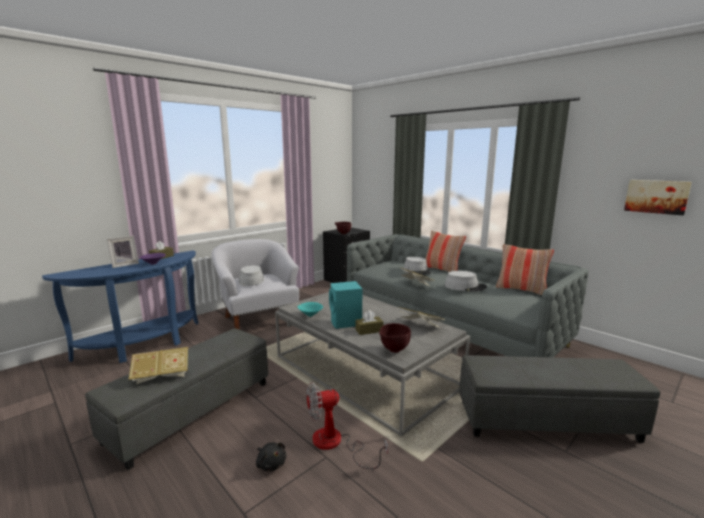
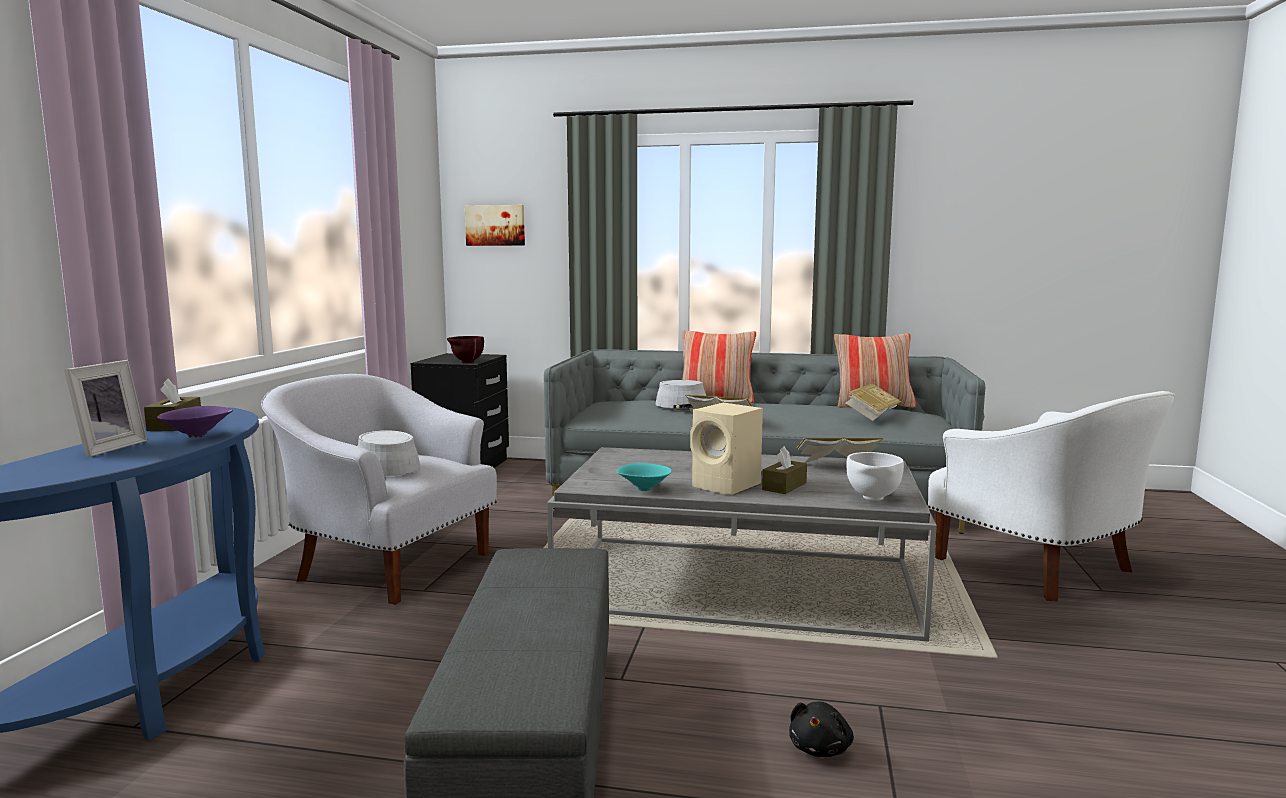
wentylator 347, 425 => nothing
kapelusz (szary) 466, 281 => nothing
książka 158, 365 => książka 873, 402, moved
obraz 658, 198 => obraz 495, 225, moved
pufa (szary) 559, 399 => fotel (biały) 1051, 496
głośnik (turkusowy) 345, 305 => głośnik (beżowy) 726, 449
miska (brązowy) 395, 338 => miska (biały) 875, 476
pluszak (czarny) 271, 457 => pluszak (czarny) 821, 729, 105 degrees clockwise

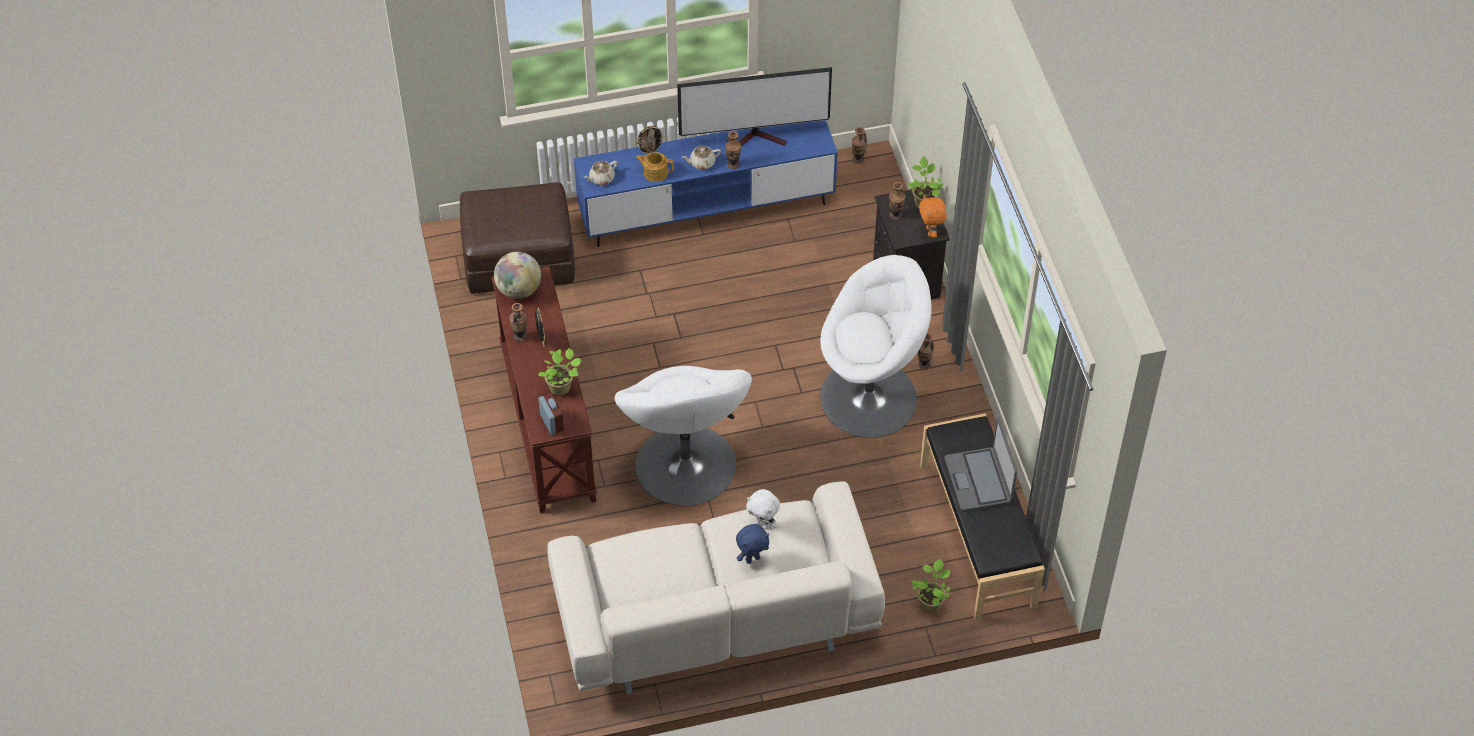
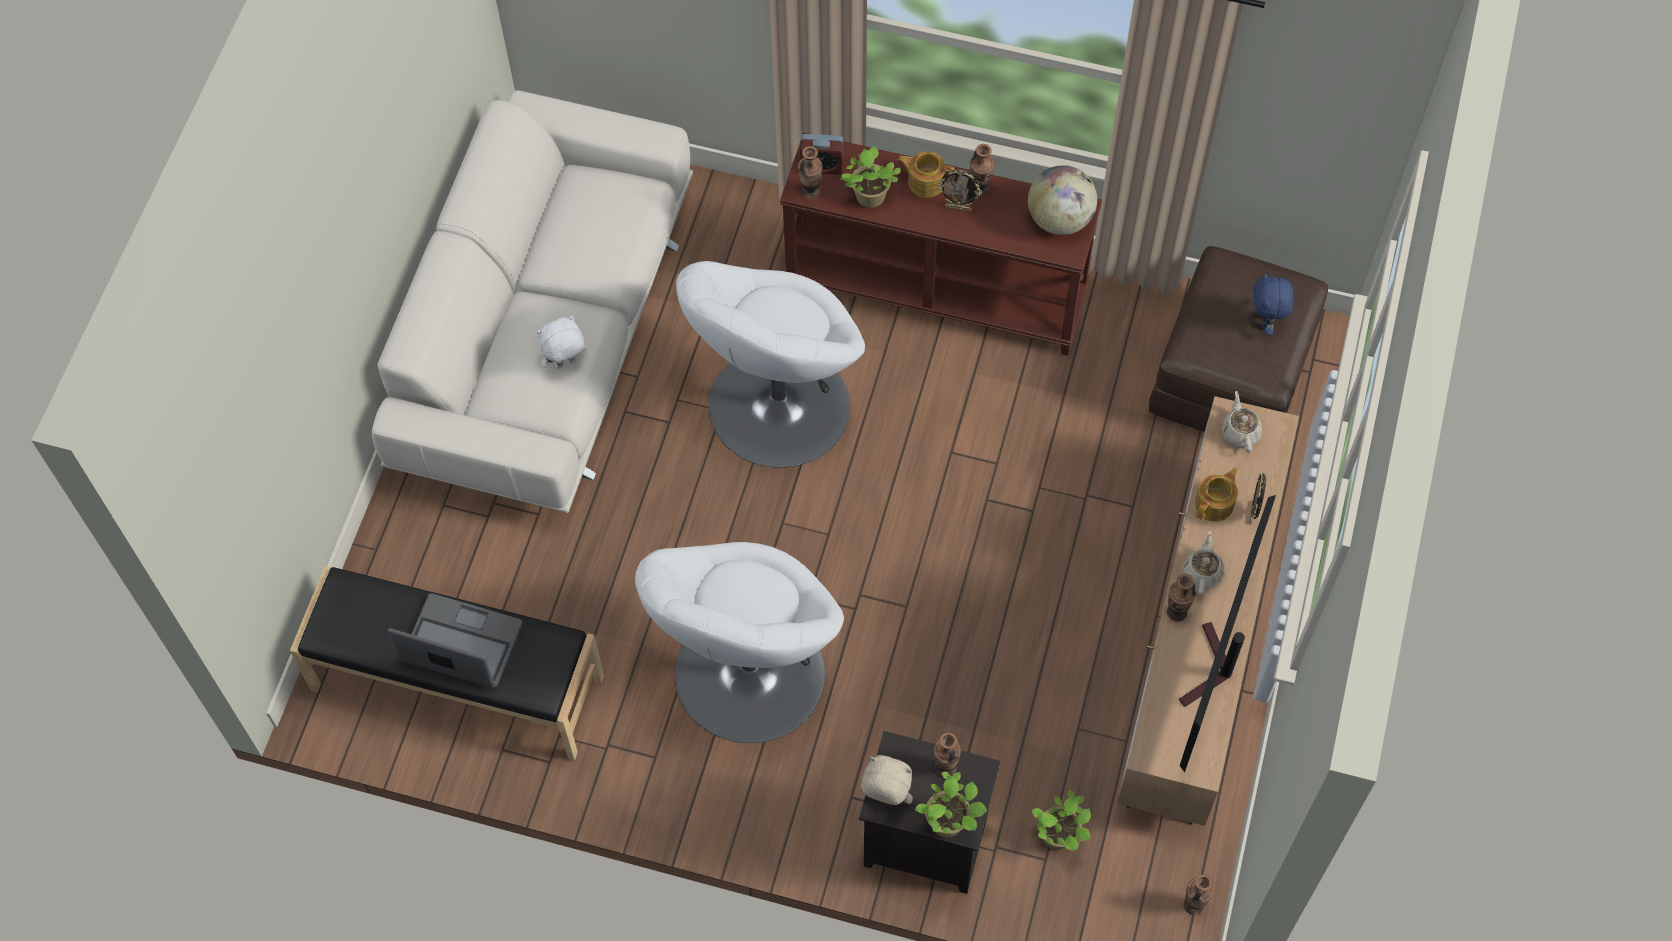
nothing => imbryk 926, 174
pluszak (niebieski) 752, 544 => pluszak (niebieski) 1273, 303, moved
roślina doniczkowa 930, 586 => roślina doniczkowa 1061, 820, moved
wazon 926, 351 => wazon 810, 172, moved
szafka pod telewizor (niebieski) 706, 183 => szafka pod telewizor (brązowy) 1208, 611
pluszak (pomarańczowy) 933, 216 => pluszak (beżowy) 887, 780
fotel (biały) 683, 436 => fotel (biały) 770, 364, 75 degrees counterclockwise

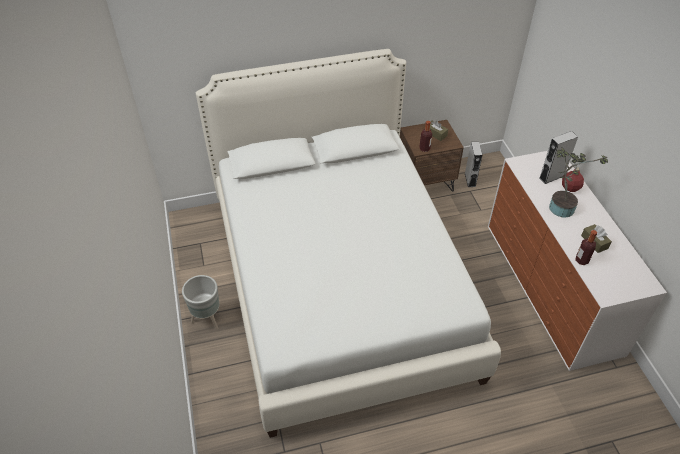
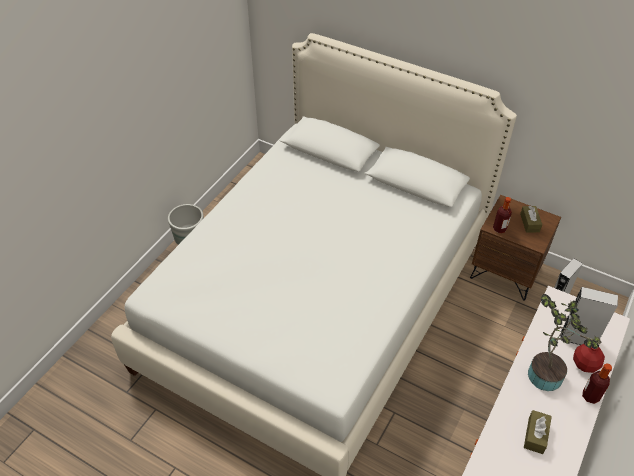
butelka 586, 247 => butelka 597, 383, moved

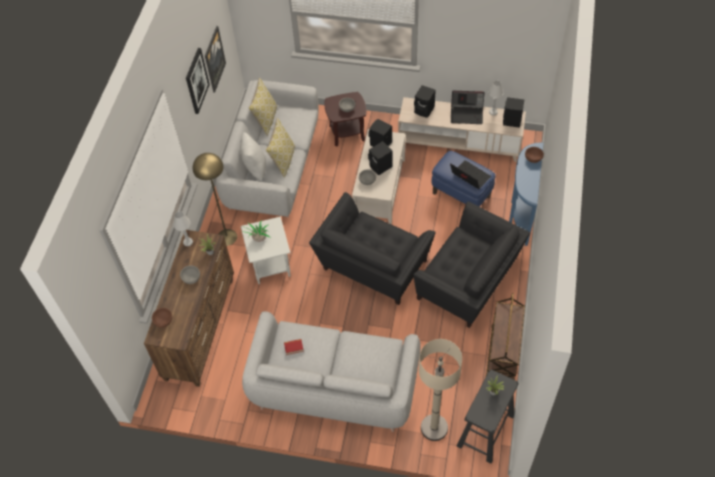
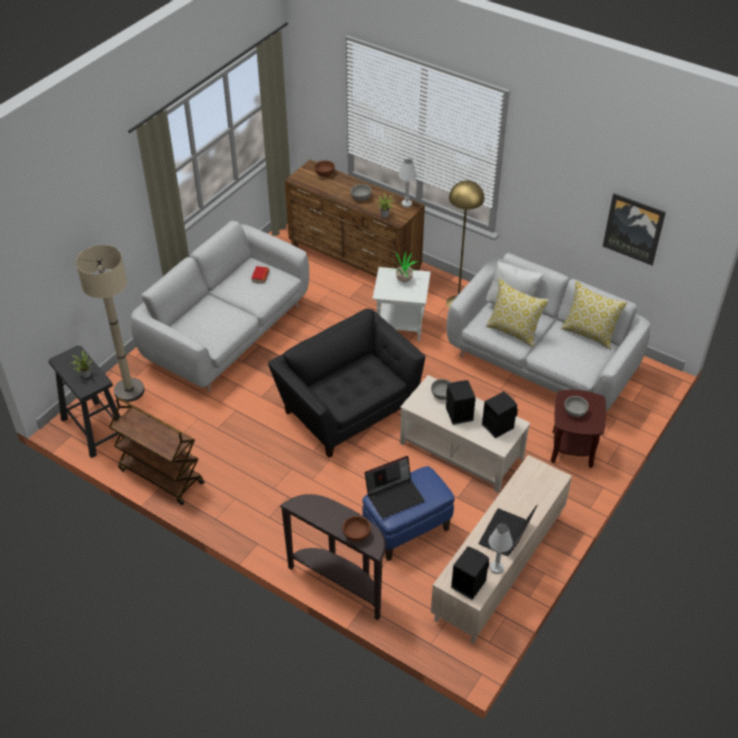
obraz 198, 81 => nothing
fotel (czarny) 471, 264 => nothing
głośnik (czarny) 425, 101 => nothing
stolik konsolowy (niebieski) 526, 194 => stolik konsolowy (brązowy) 333, 557

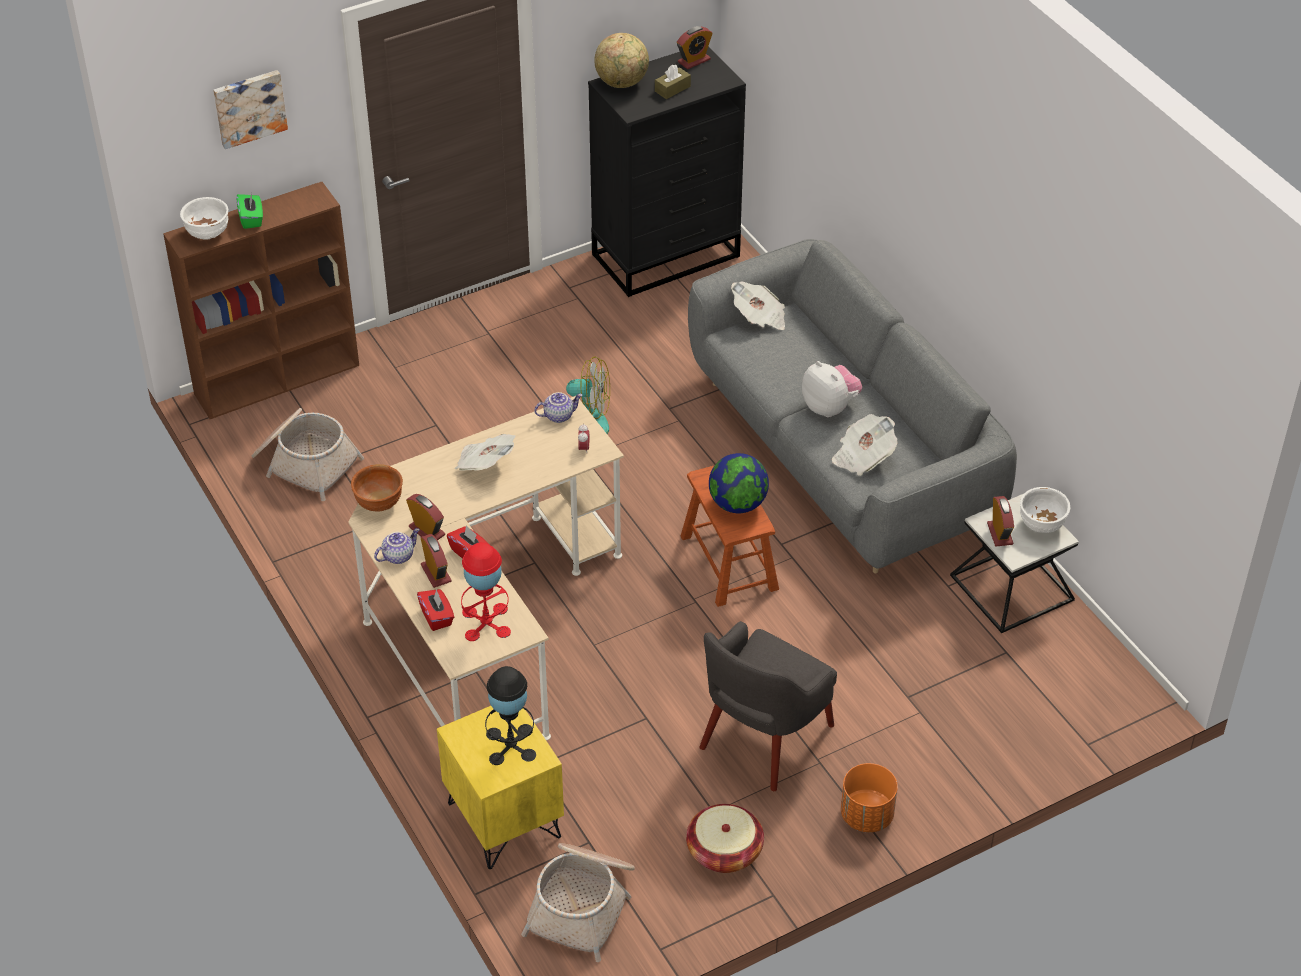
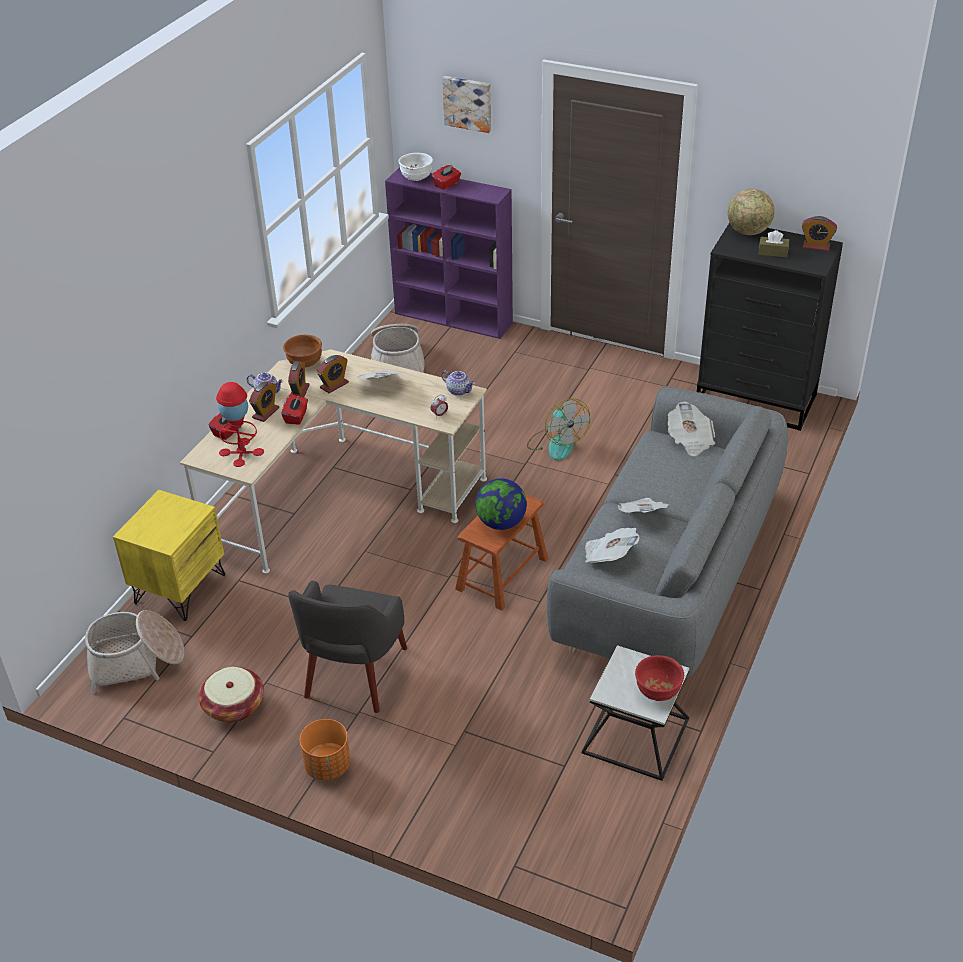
lampa stołowa (czarny) 510, 715 => nothing
budzik 1000, 521 => budzik 332, 374, moved
pluszak 832, 389 => gazeta 643, 505
regał (brązowy) 261, 300 => regał (fioletowy) 449, 253
pudełko chusteczek (zielony) 250, 211 => pudełko chusteczek (czerwony) 446, 177
miska (biały) 1045, 510 => miska (czerwony) 659, 678
fotel (szary) 768, 706 => fotel (szary) 347, 647, 75 degrees counterclockwise

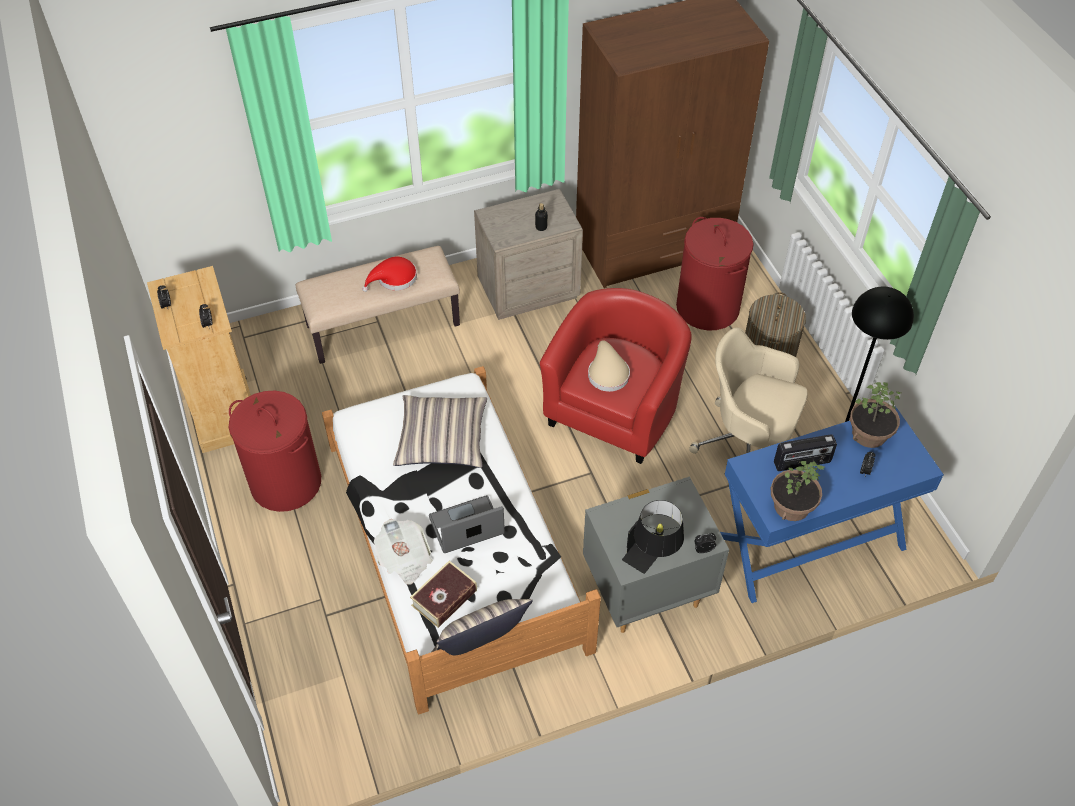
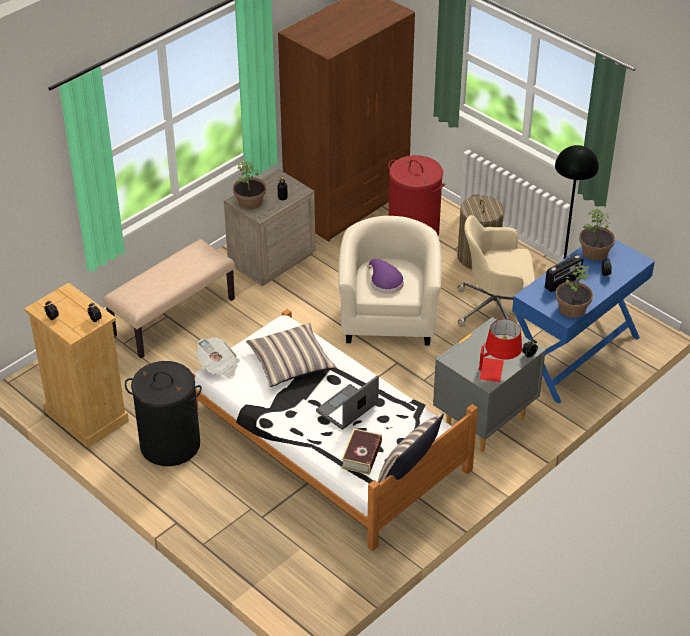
kapelusz (czerwony) 389, 274 => nothing
nothing => roślina doniczkowa 249, 186
gazeta 403, 552 => gazeta 218, 358, moved
kosz na pranie (czerwony) 275, 451 => kosz na pranie (czarny) 163, 413
fotel (czerwony) 616, 376 => fotel (beżowy) 390, 281
kapelusz (beżowy) 609, 366 => kapelusz (fioletowy) 385, 276
lampa stołowa (czarny) 653, 537 => lampa stołowa (czerwony) 500, 350

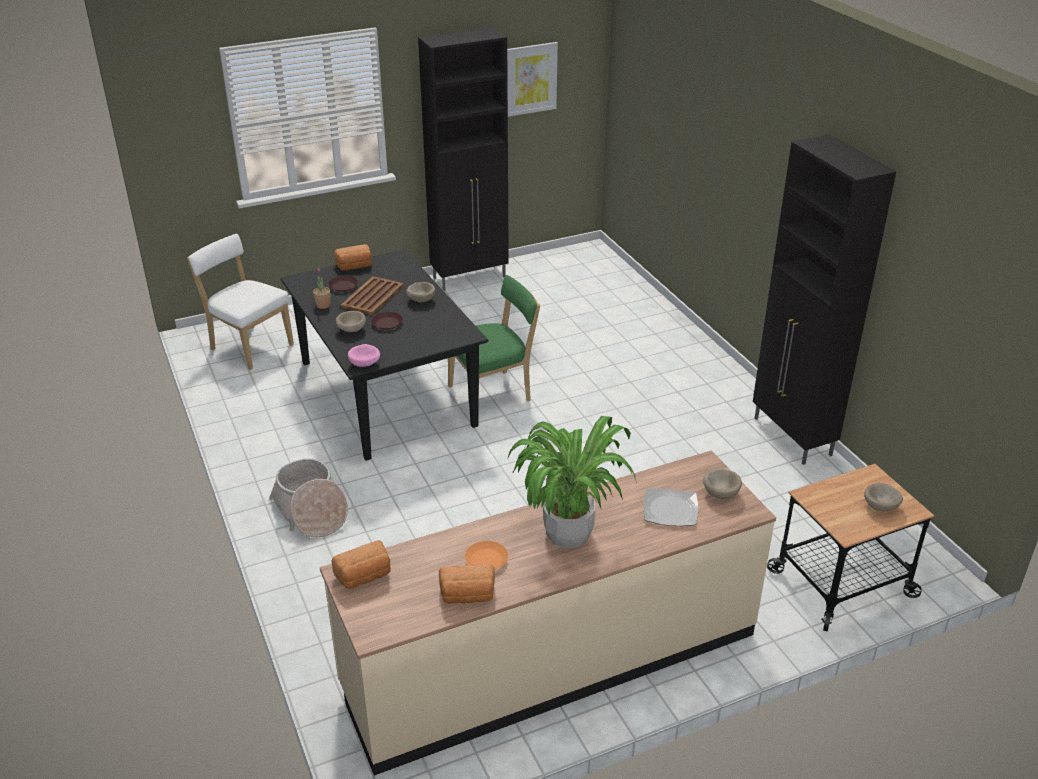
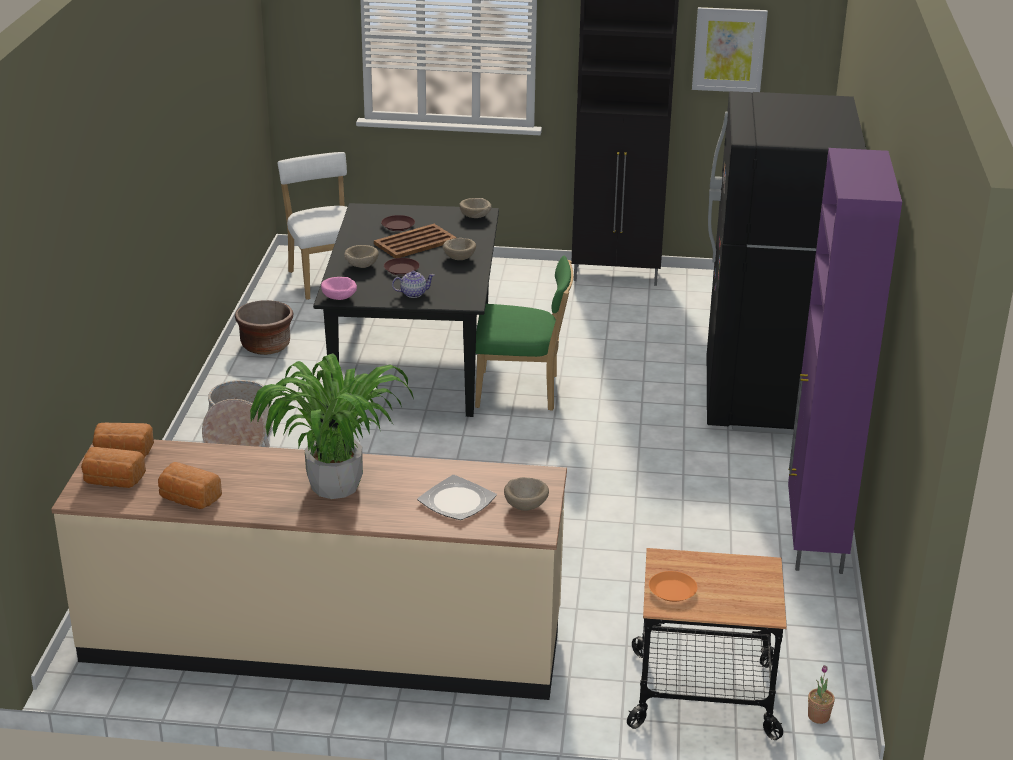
nothing => donica (brązowy) 264, 327
nothing => imbryk 413, 284
nothing => lodówka (czarny) 786, 262
roślina doniczkowa 321, 288 => roślina doniczkowa 821, 694, moved
chleb 353, 257 => chleb 113, 467, moved
talerz (pomarańczowy) 486, 555 => talerz (pomarańczowy) 673, 586, moved
miska (beżowy) 883, 497 => miska (beżowy) 475, 208, moved
szafka (czarny) 824, 299 => szafka (fioletowy) 845, 361

